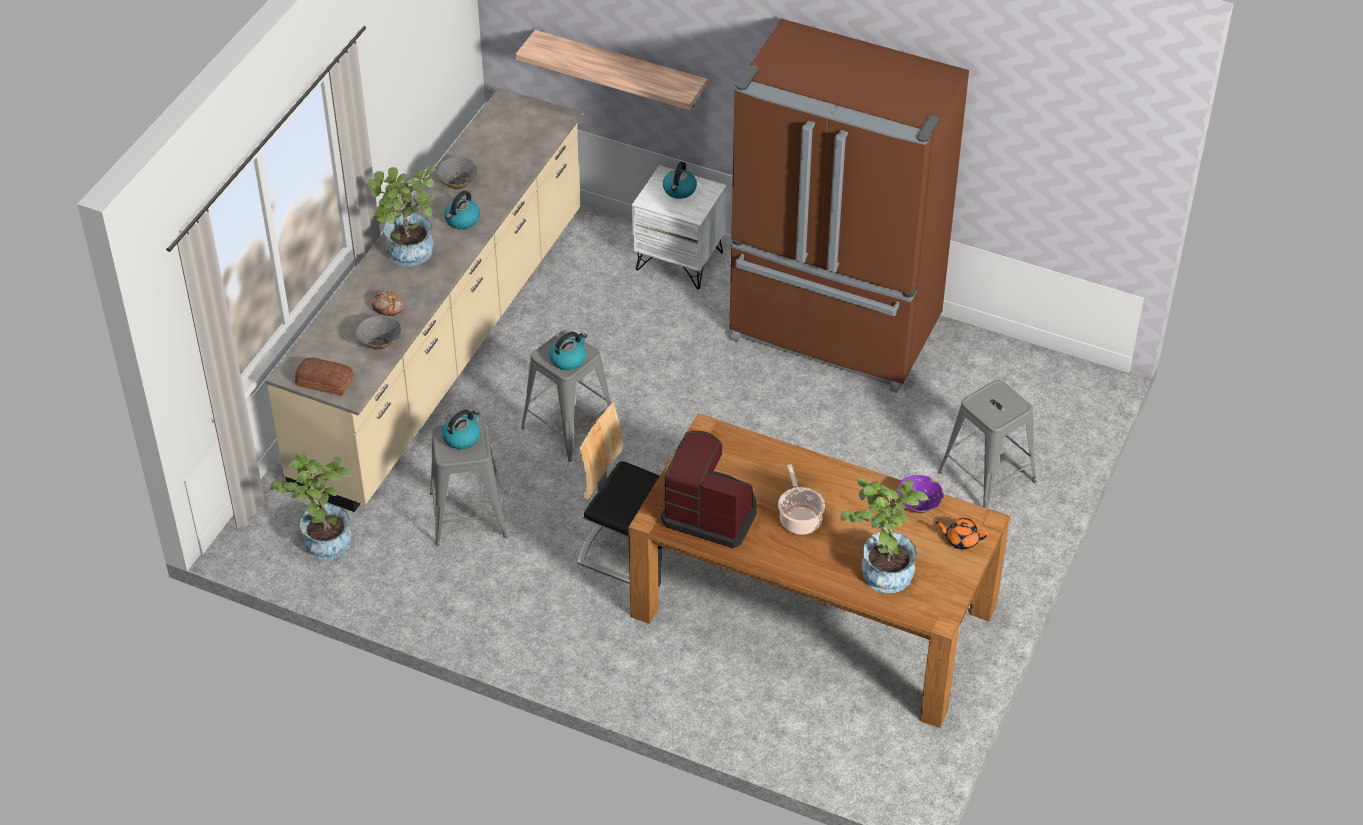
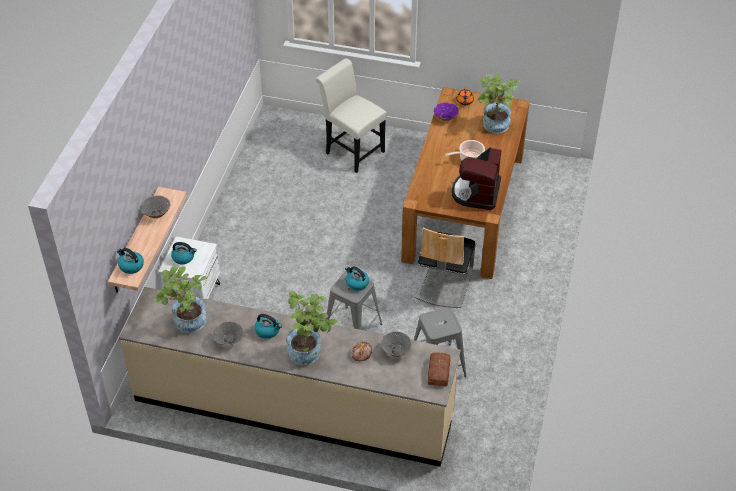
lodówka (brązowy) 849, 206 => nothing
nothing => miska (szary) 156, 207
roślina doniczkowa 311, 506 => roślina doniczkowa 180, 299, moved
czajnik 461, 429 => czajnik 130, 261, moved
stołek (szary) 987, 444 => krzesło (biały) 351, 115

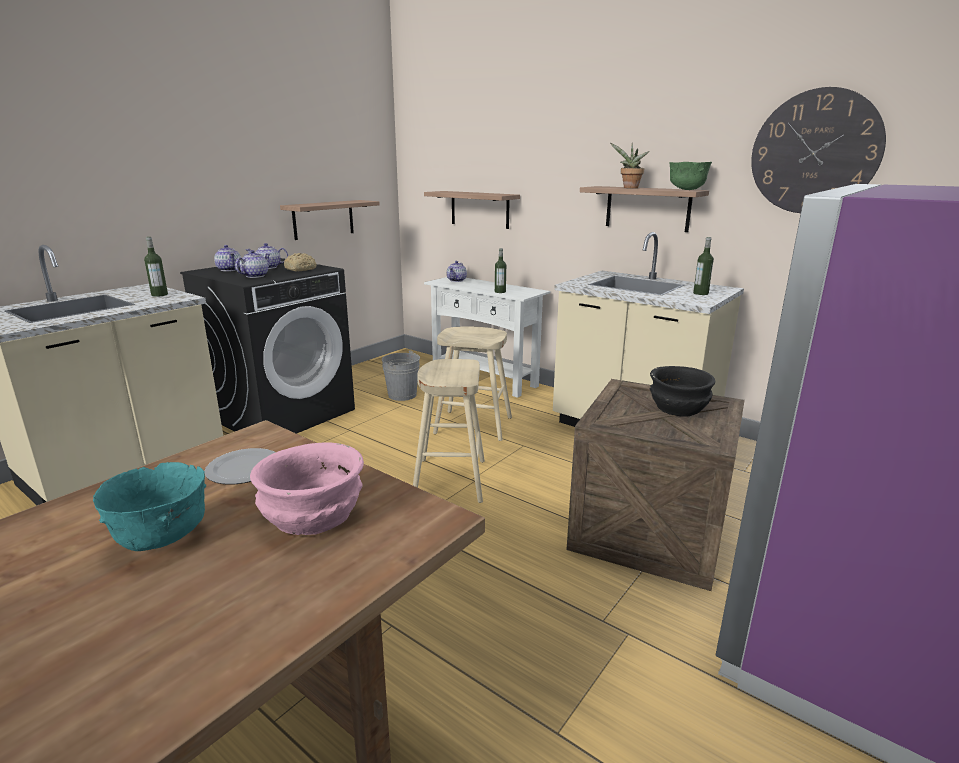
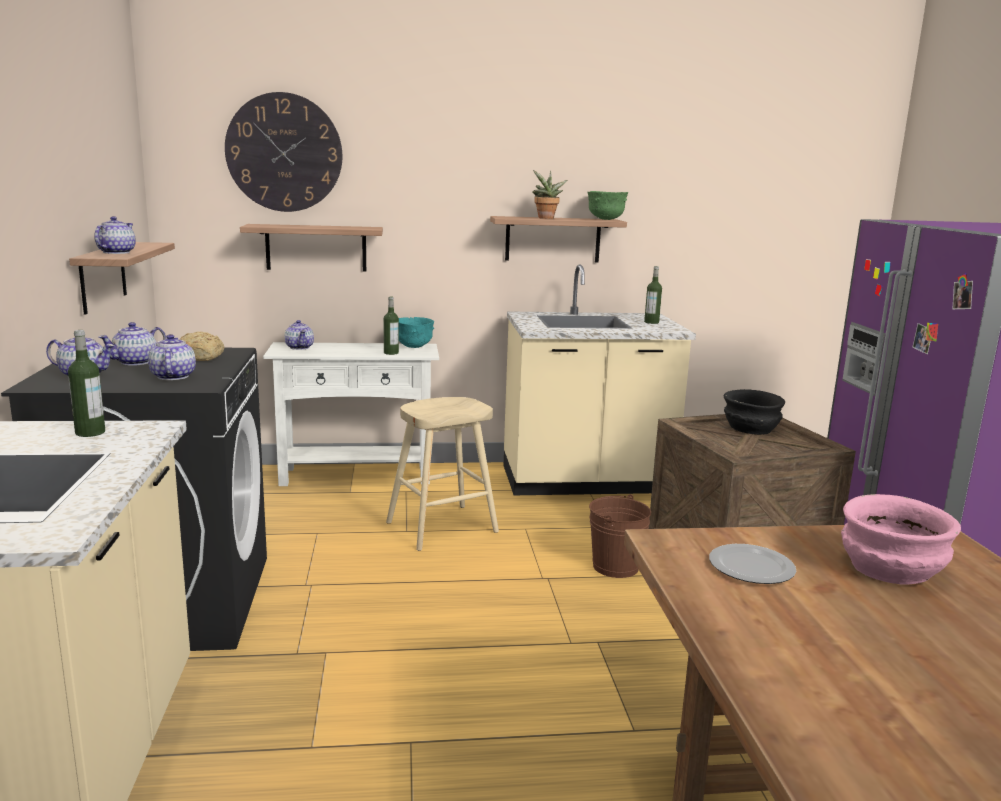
wiadro (szary) 401, 375 => nothing
stołek (beżowy) 449, 431 => nothing
nothing => imbryk 115, 235
nothing => wiadro (brązowy) 620, 536
miska (turkusowy) 149, 506 => miska (turkusowy) 416, 332, moved
zegar ścienny 818, 150 => zegar ścienny 283, 152, moved

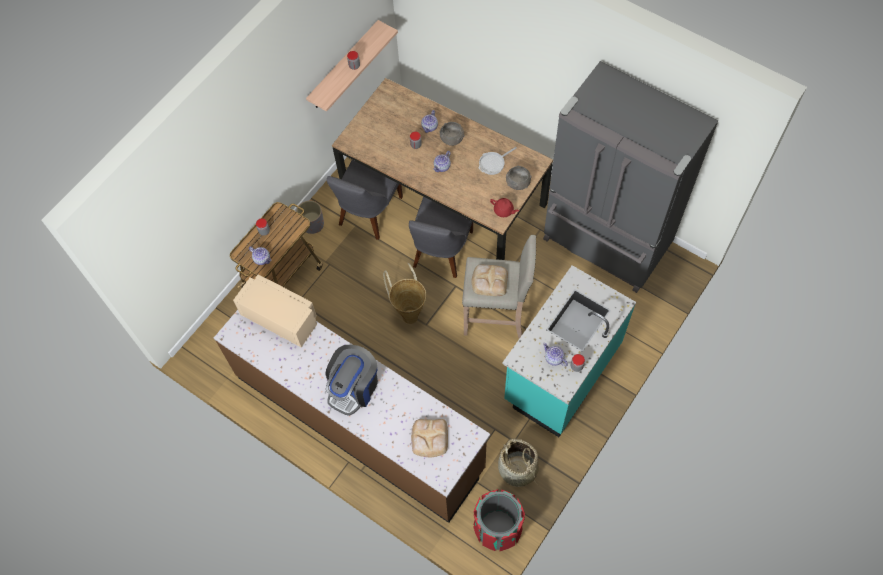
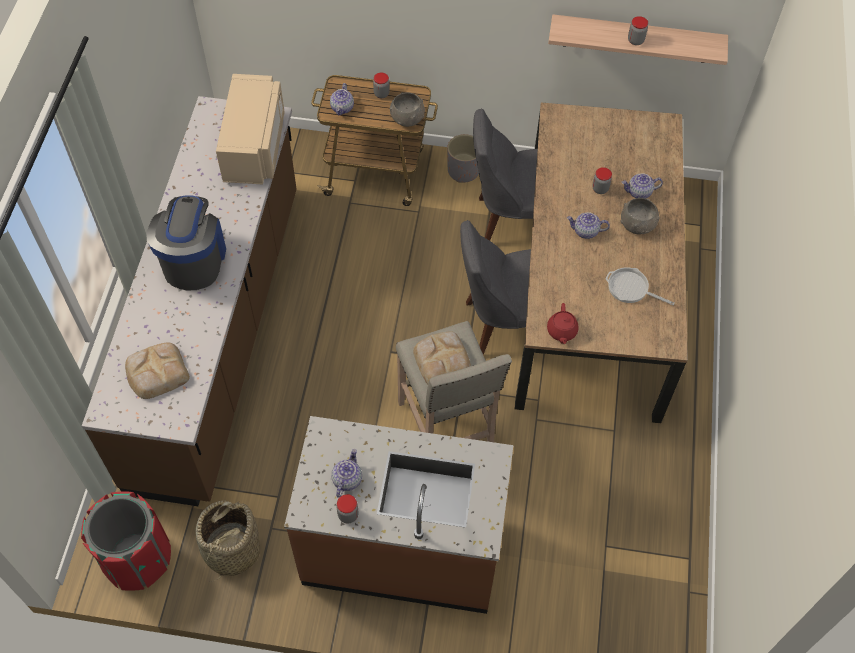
koszyk 404, 293 => nothing
lodówka (szary) 630, 177 => nothing
miska (szary) 519, 177 => miska (szary) 407, 109, moved
zabudowa kuchenna (turkusowy) 569, 351 => zabudowa kuchenna (brązowy) 398, 515
ekspres do kawy 351, 380 => ekspres do kawy 186, 243, 90 degrees clockwise

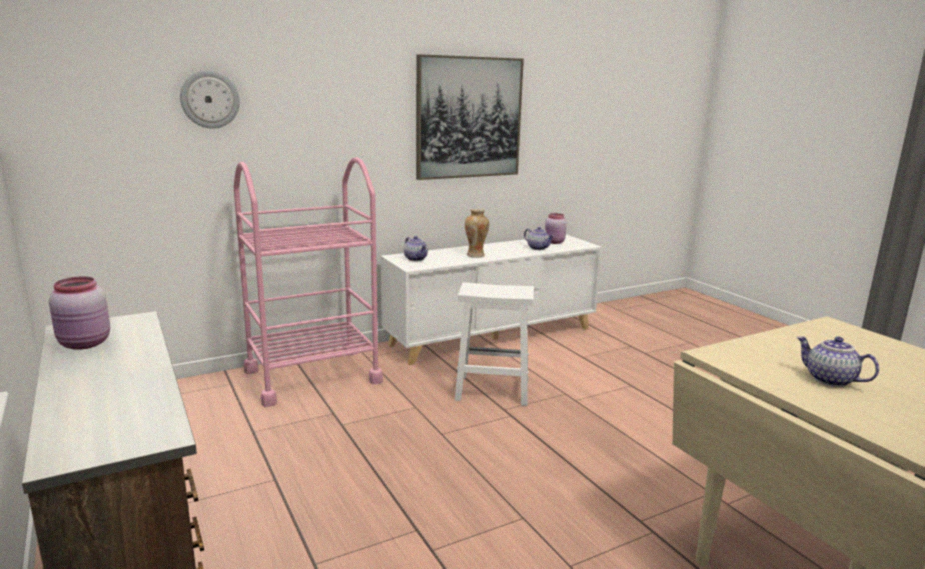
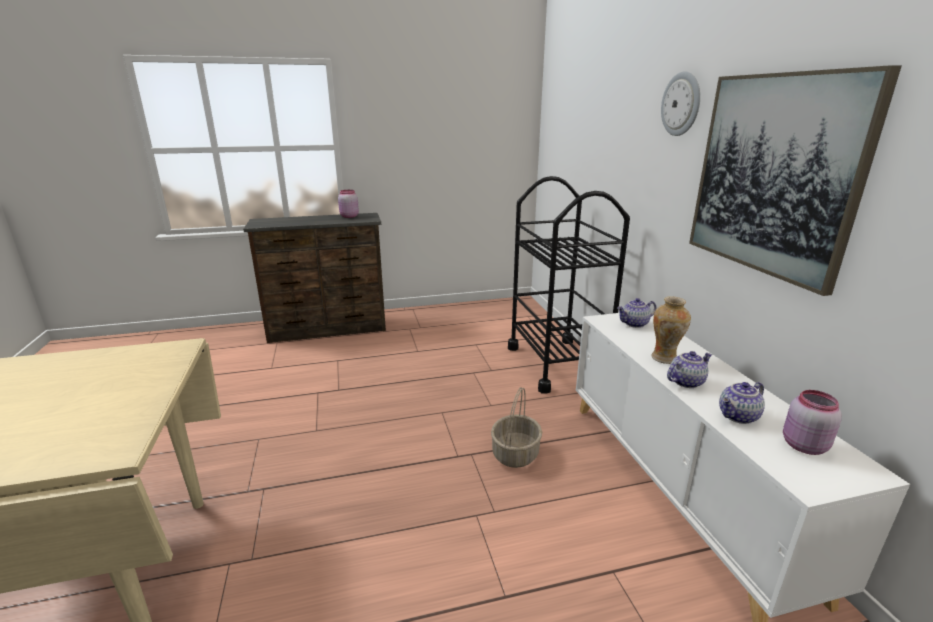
zegar ścienny 210, 99 => zegar ścienny 680, 103, moved
imbryk 838, 361 => imbryk 689, 369, moved
stołek (biały) 494, 344 => koszyk 516, 427
wózek (różowy) 308, 282 => wózek (czarny) 569, 285

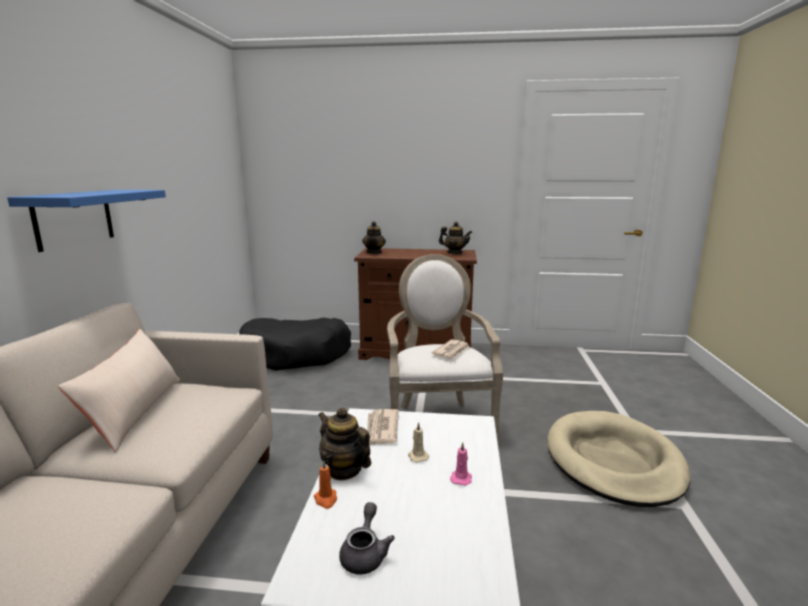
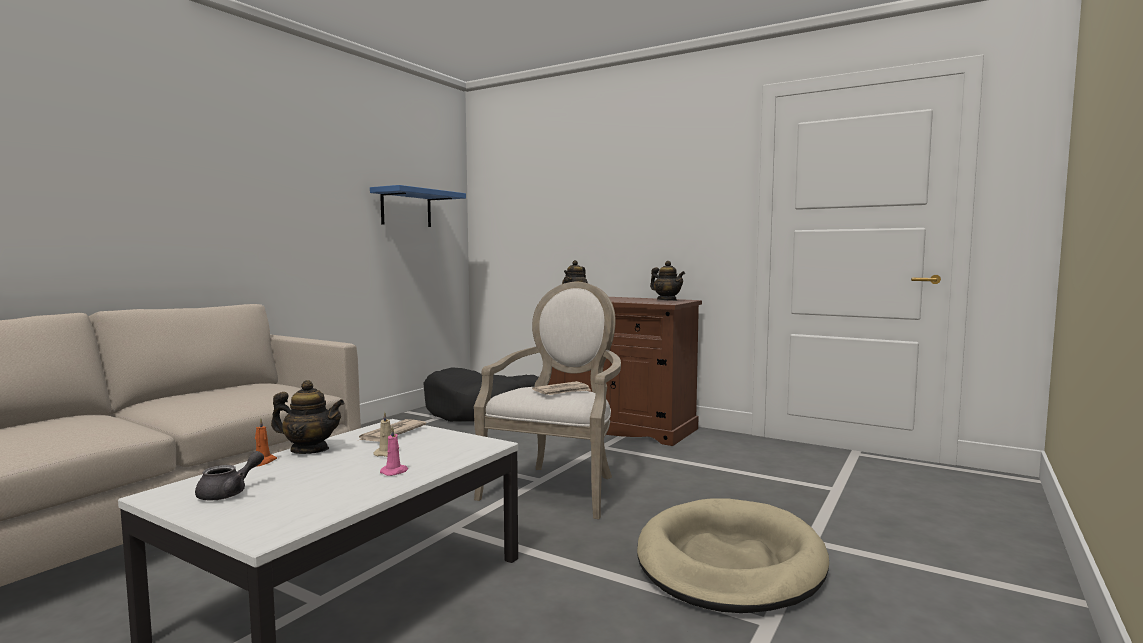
poduszka (beżowy) 119, 390 => nothing
półka (niebieski) 86, 221 => półka (niebieski) 418, 206, moved
imbryk 344, 444 => imbryk 308, 417, 120 degrees clockwise

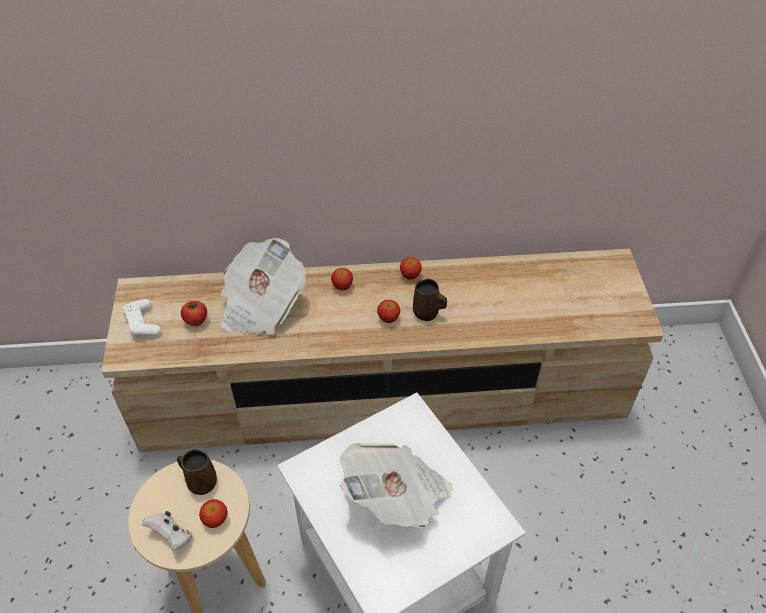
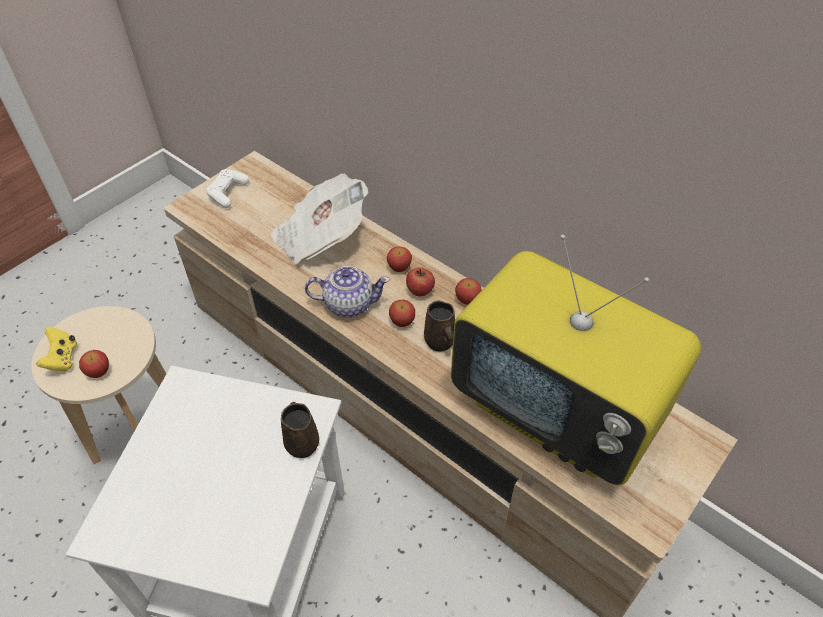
gazeta 396, 485 => nothing
nothing => imbryk 347, 291
nothing => telewizor 576, 360
kubek (brązowy) 197, 472 => kubek (brązowy) 300, 430, moved
jabłko 194, 313 => jabłko 420, 281, moved
pad do gier (biały) 167, 531 => pad do gier (żółty) 56, 348

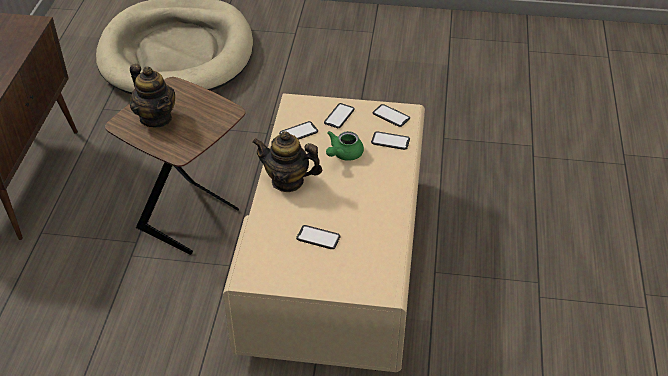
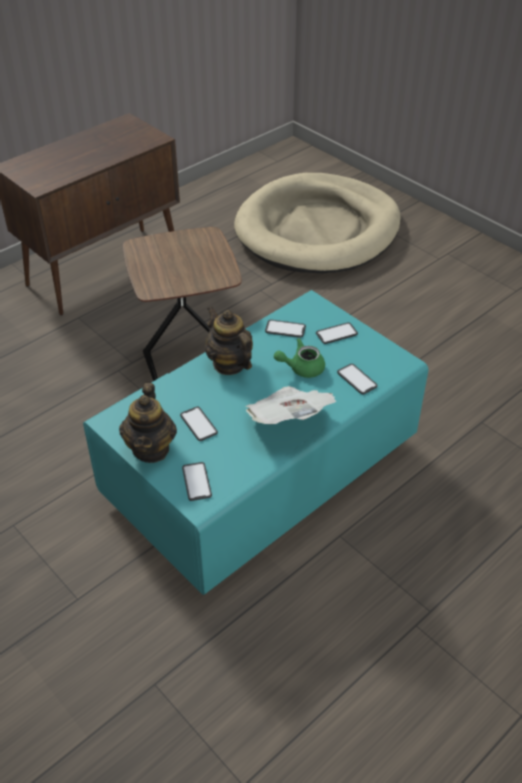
nothing => gazeta 290, 405
imbryk 152, 95 => imbryk 148, 423, moved
telefon 391, 115 => telefon 197, 481, moved
ława (beżowy) 324, 232 => ława (turkusowy) 256, 442

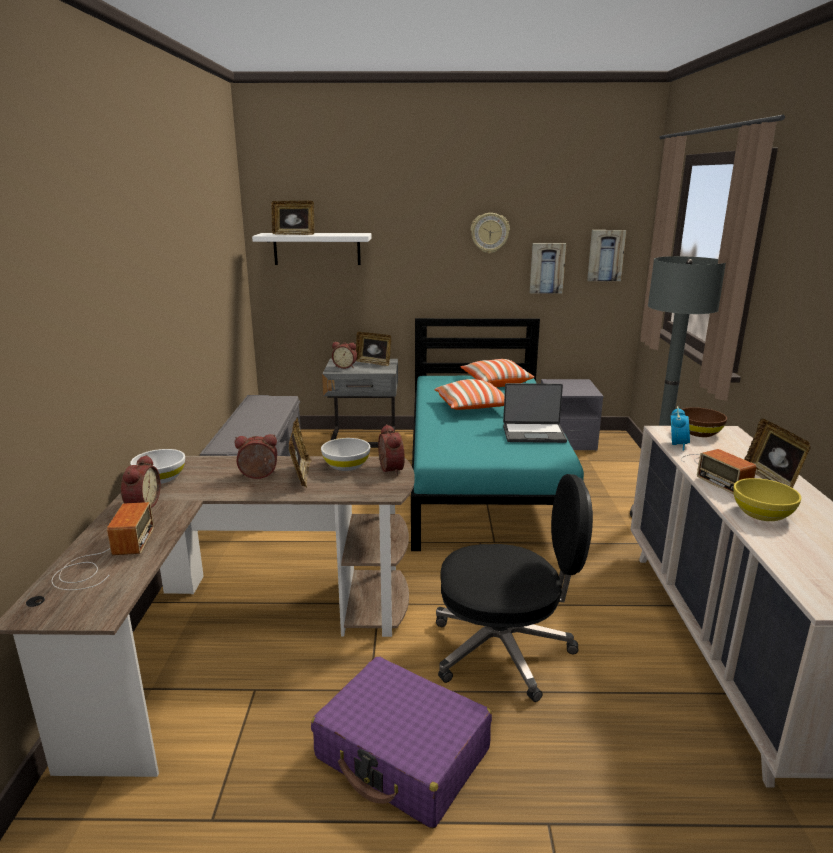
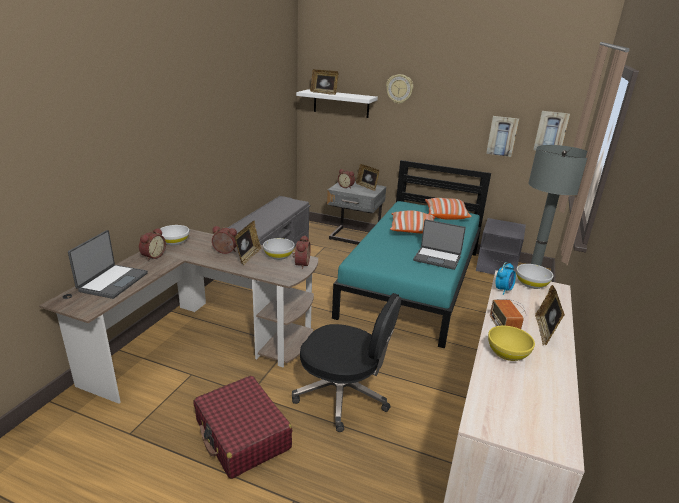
zegar ścienny 490, 233 => zegar ścienny 399, 89, moved
radio 103, 546 => laptop 108, 264
walizka (fioletowy) 401, 742 => walizka (czerwony) 243, 427
miska (brązowy) 704, 422 => miska (biały) 534, 276

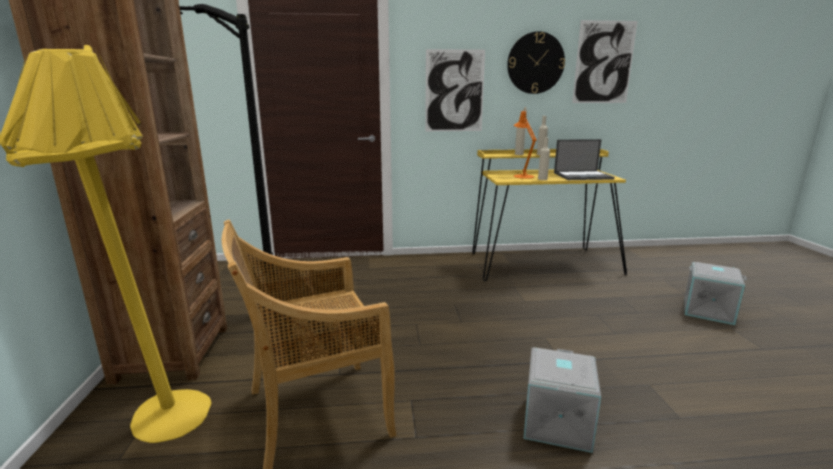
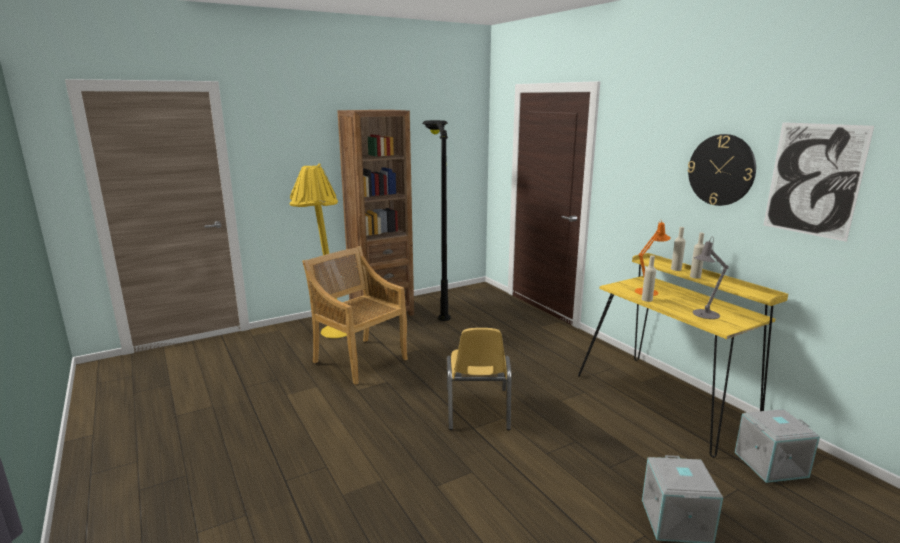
obraz 455, 90 => nothing
nothing => krzesło (żółty) 479, 379
pojemnik do przechowywania (szary) 562, 400 => pojemnik do przechowywania (szary) 777, 446, moved
laptop 584, 159 => lampa stołowa (szary) 711, 278

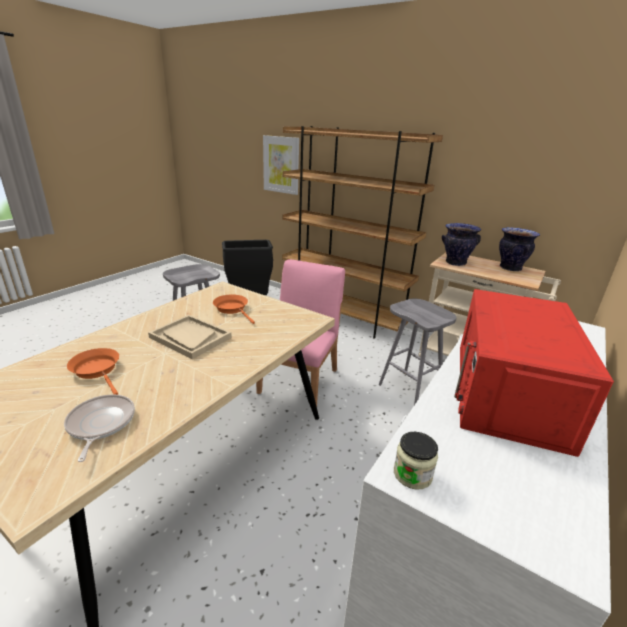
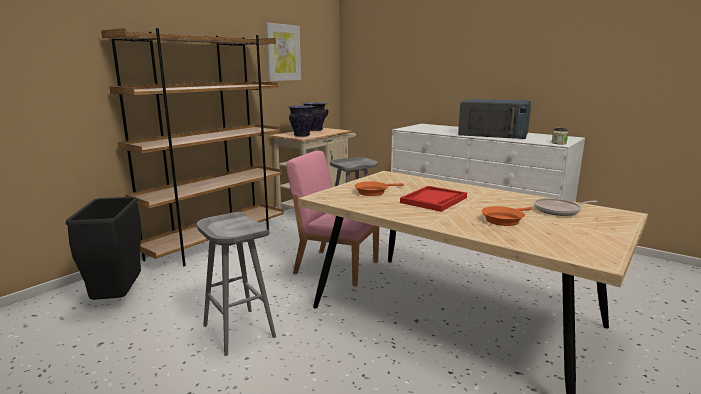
obraz 281, 165 => obraz 283, 52, moved
taca (beżowy) 190, 337 => taca (czerwony) 433, 199
mikrofalówka (czerwony) 534, 373 => mikrofalówka (niebieski) 494, 119

